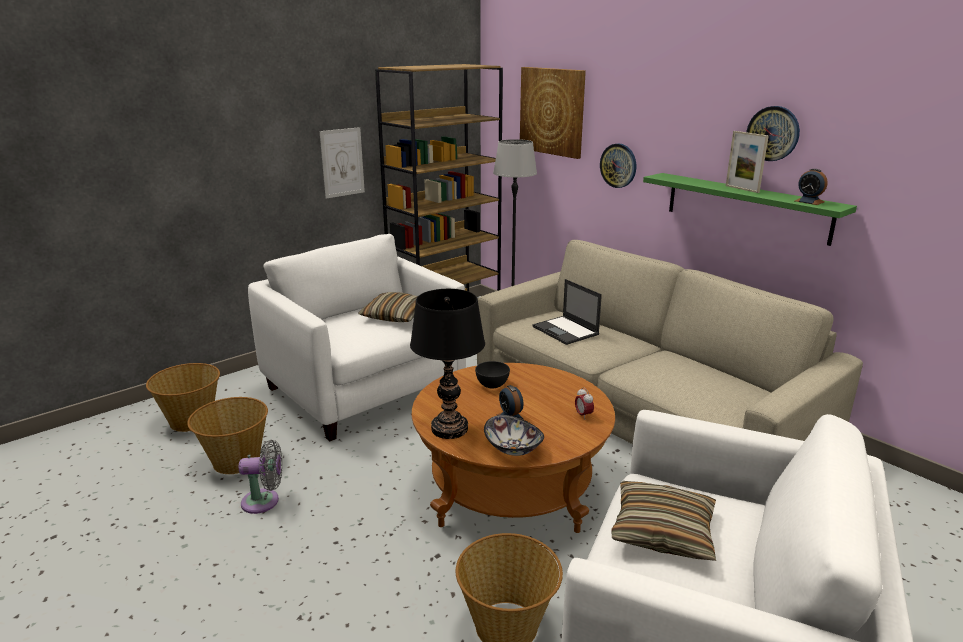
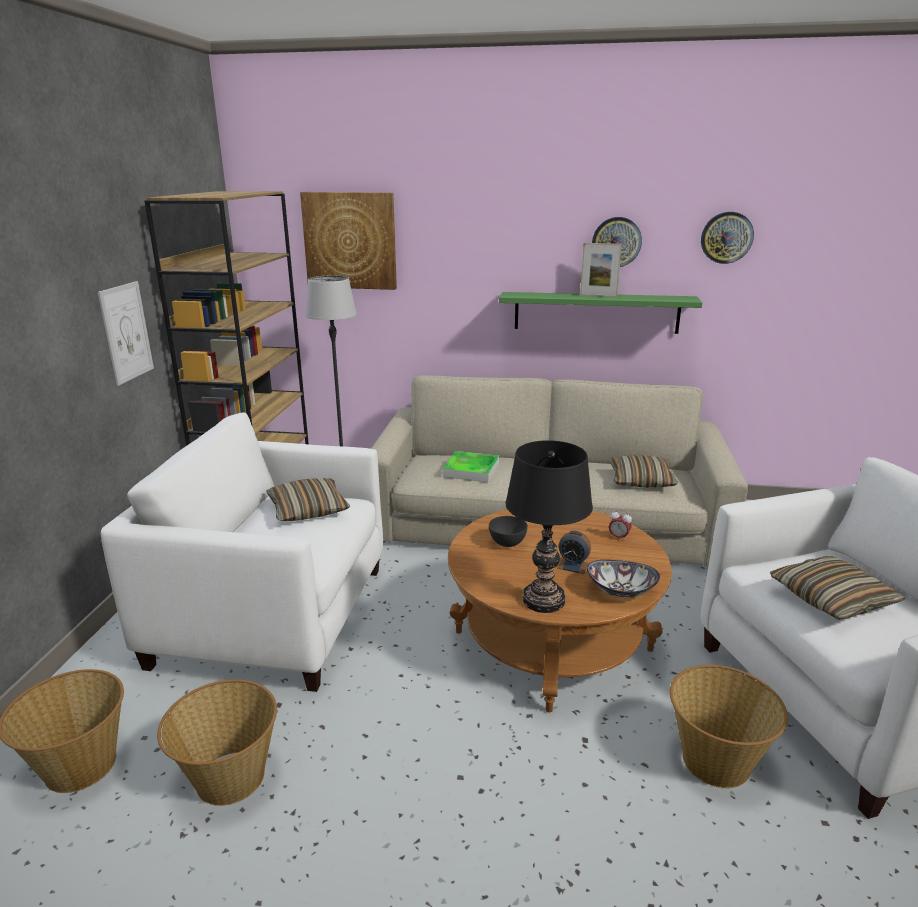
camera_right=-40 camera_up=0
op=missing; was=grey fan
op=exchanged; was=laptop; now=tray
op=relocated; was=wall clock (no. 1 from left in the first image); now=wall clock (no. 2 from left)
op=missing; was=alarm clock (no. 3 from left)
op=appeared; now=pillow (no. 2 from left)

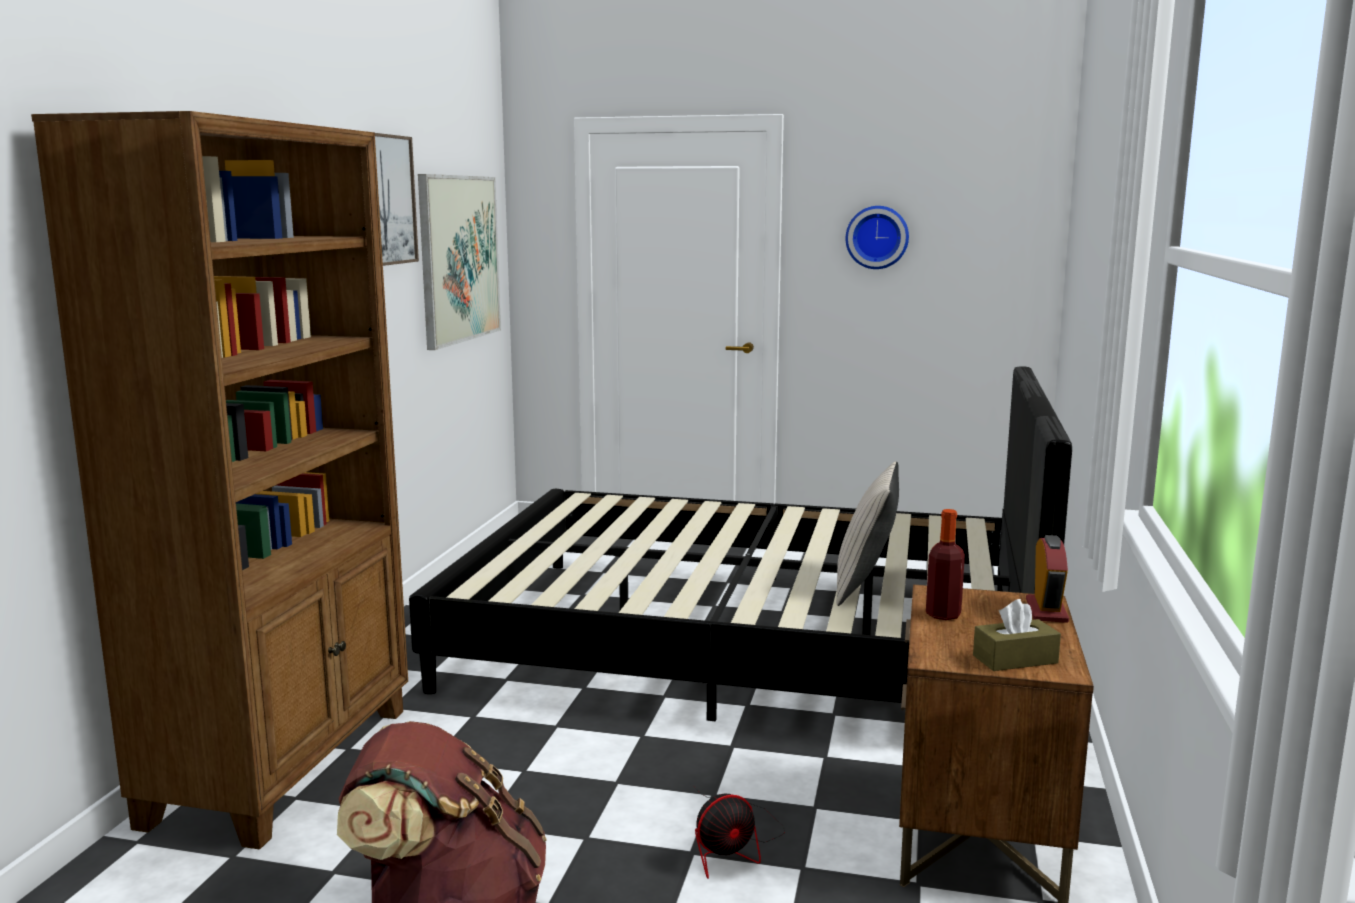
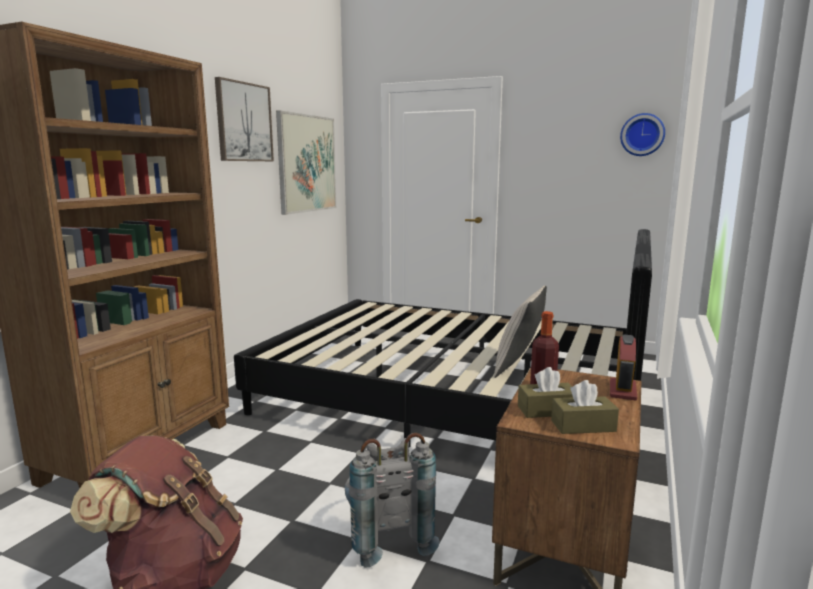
camera_right=10 camera_up=0
op=exchanged; was=fan; now=grey backpack
op=relocated; was=wall clock
op=appeared; now=brown tissue box (no. 1 from left)

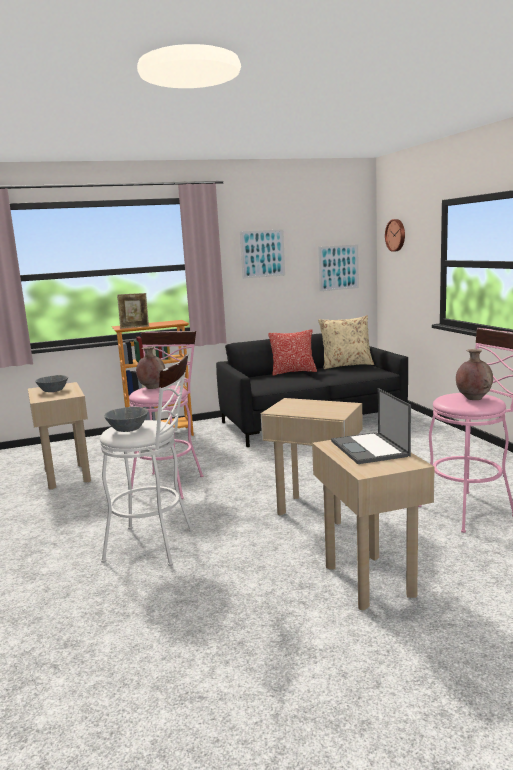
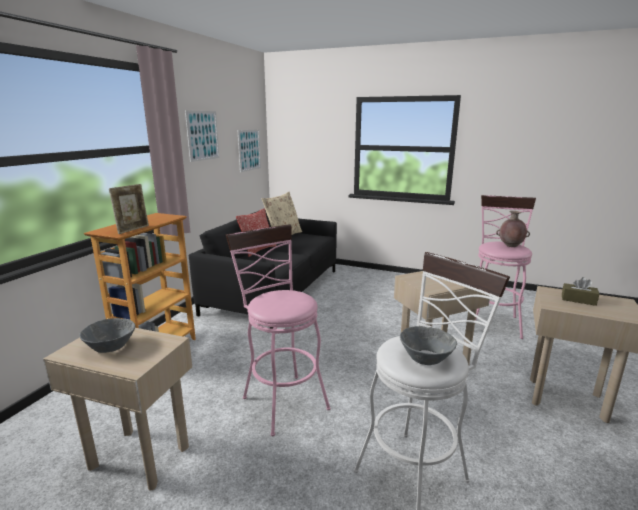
camera_right=-50 camera_up=5
op=missing; was=brown vase (no. 1 from left)
op=exchanged; was=laptop; now=brown tissue box
op=missing; was=wall clock

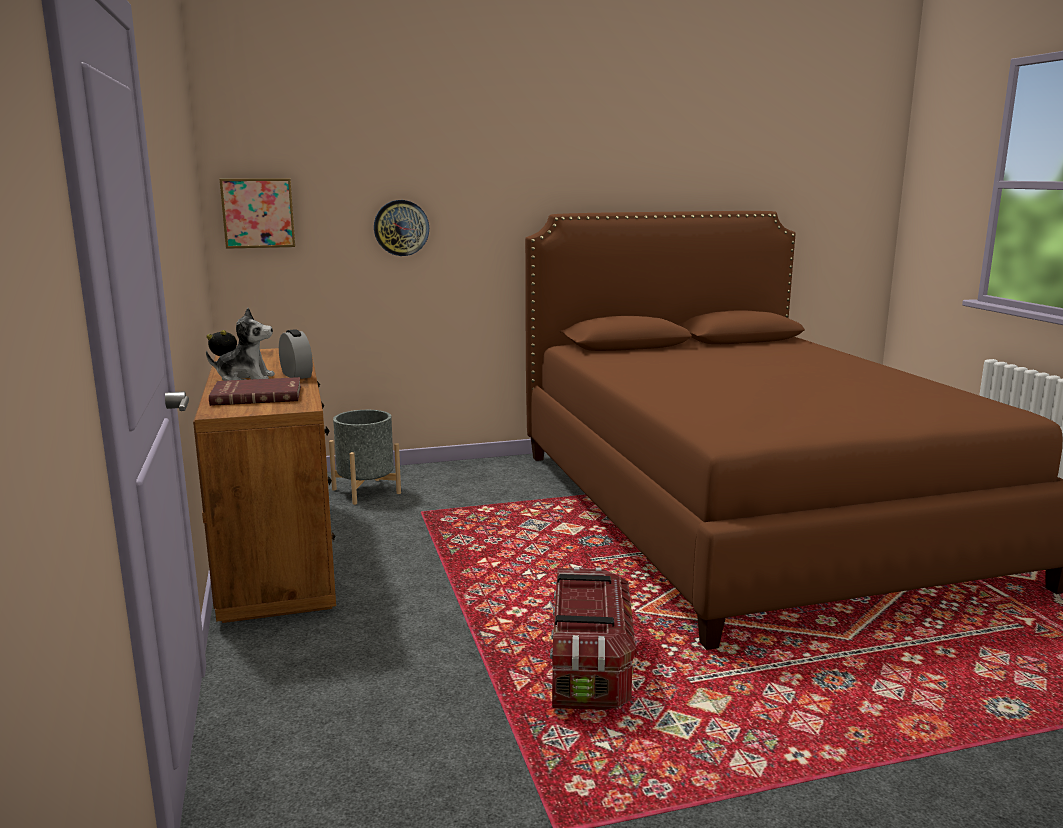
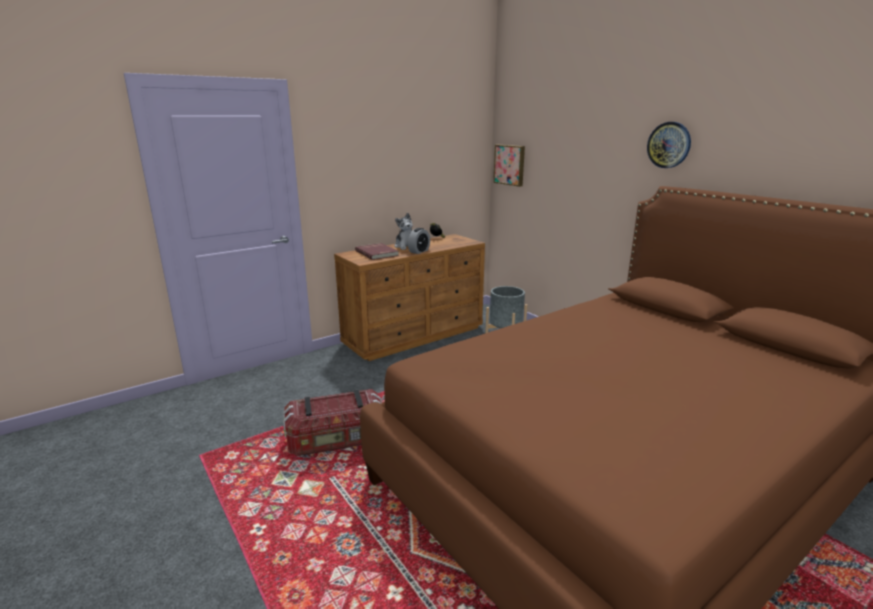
camera_right=70 camera_up=5
op=relocated; was=wall clock

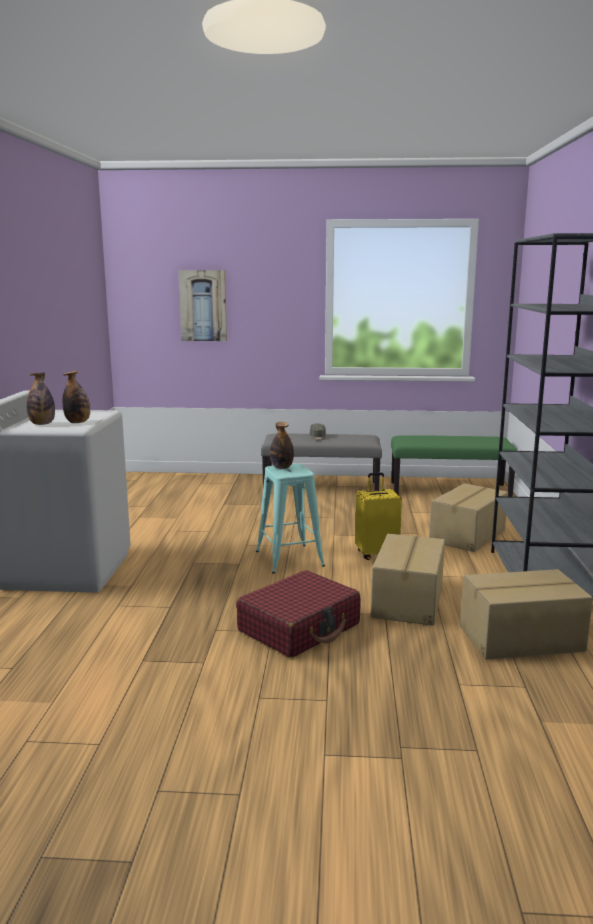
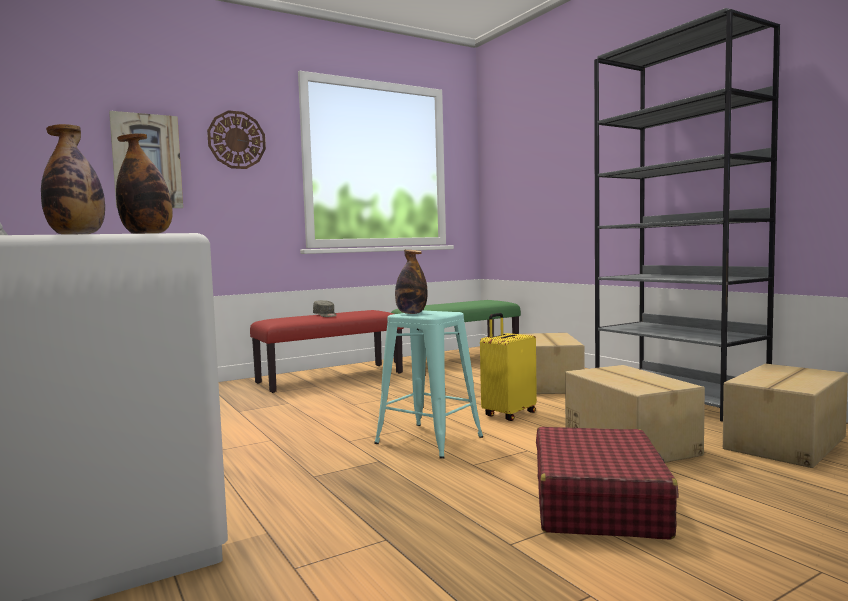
camera_right=-35 camera_up=-10
op=colour; was=grey bench; now=red bench
op=appeared; now=wall clock

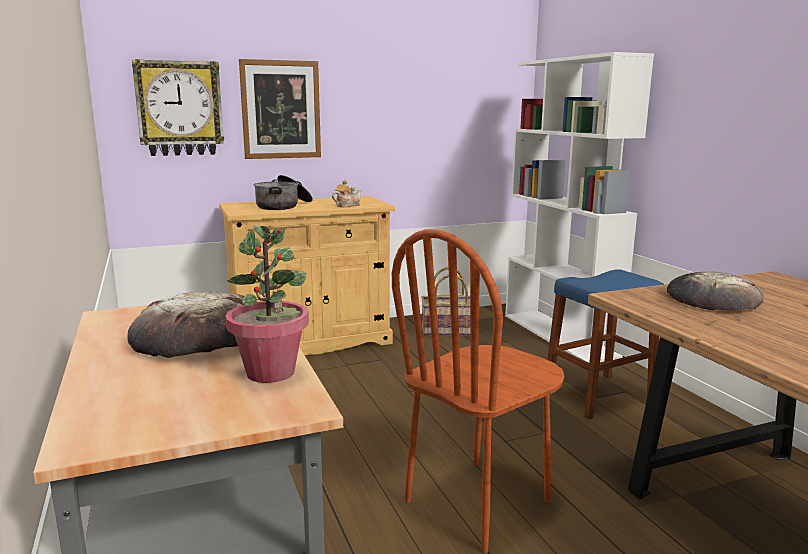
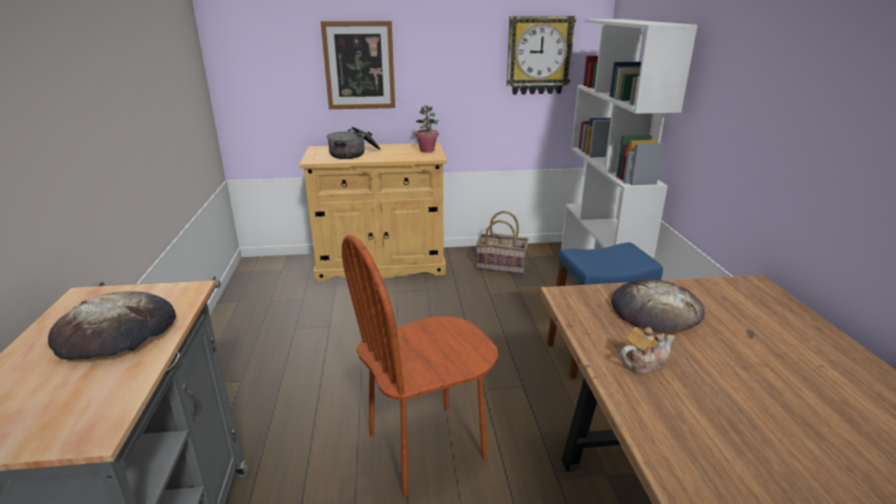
camera_right=15 camera_up=10
op=relocated; was=wall clock
op=relocated; was=potted plant
op=relocated; was=teapot

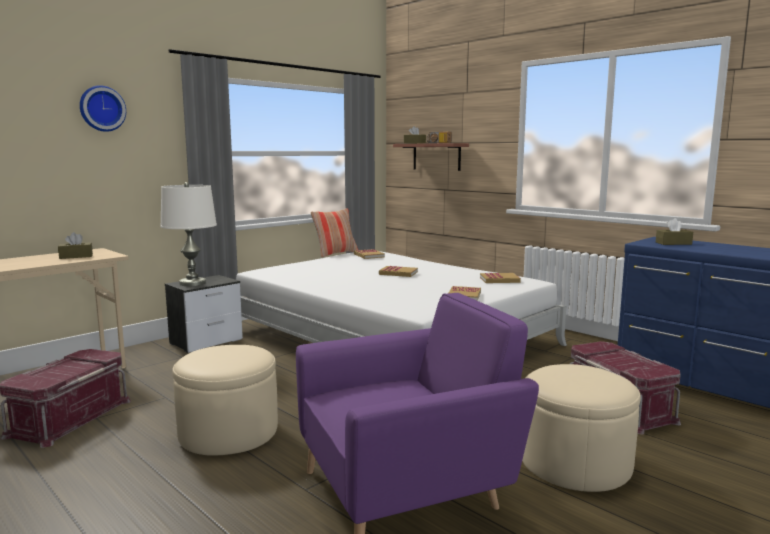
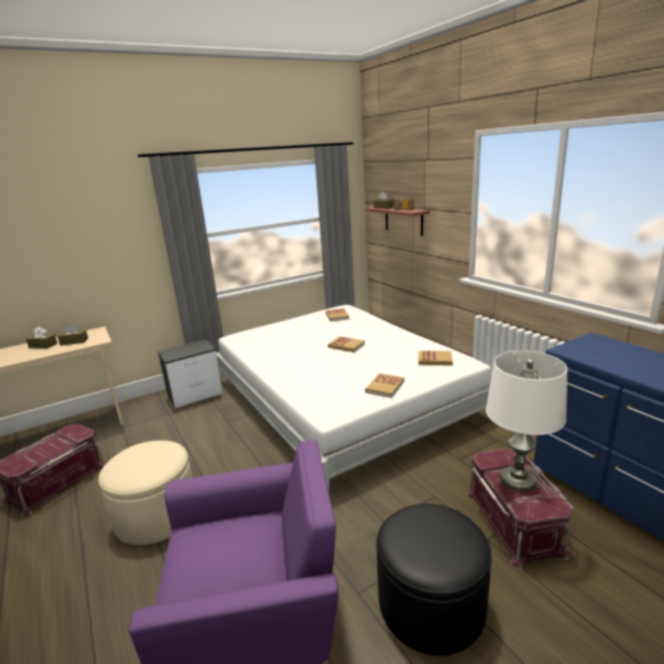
camera_right=15 camera_up=10
op=missing; was=wall clock
op=relocated; was=white table lamp
op=missing; was=pillow
op=colour; was=beige ottoman (no. 2 from left); now=black ottoman
op=relocated; was=brown tissue box (no. 3 from left in the first image); now=brown tissue box (no. 1 from left)

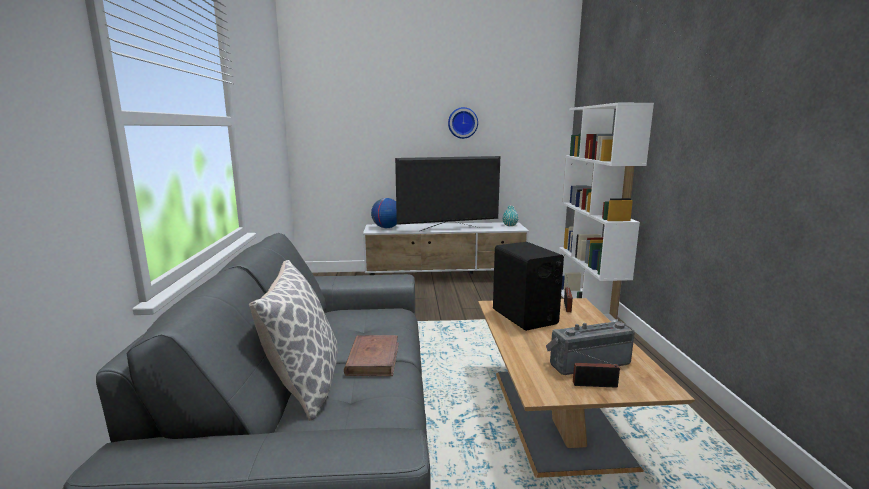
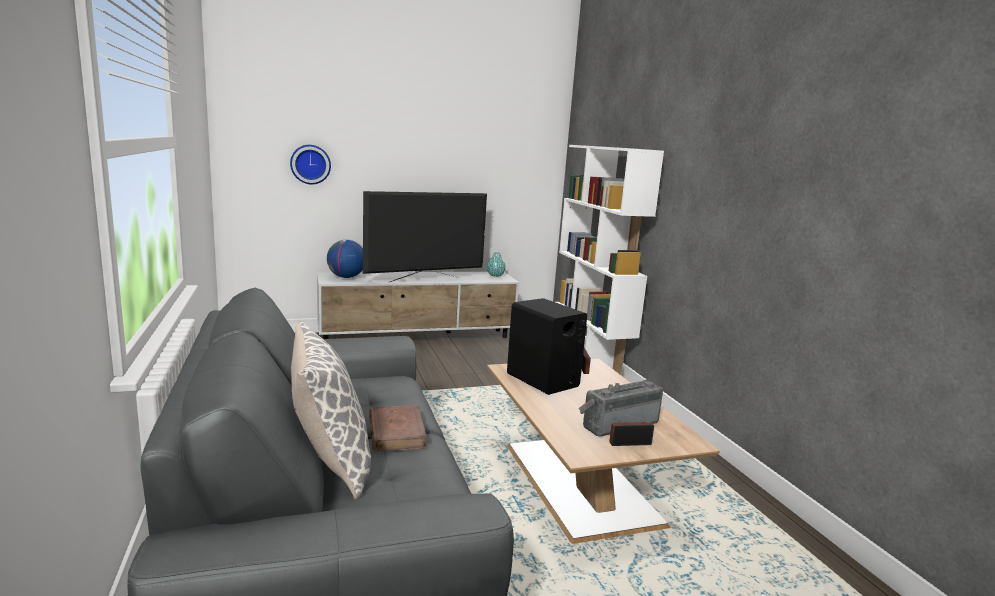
camera_right=-15 camera_up=0
op=relocated; was=wall clock

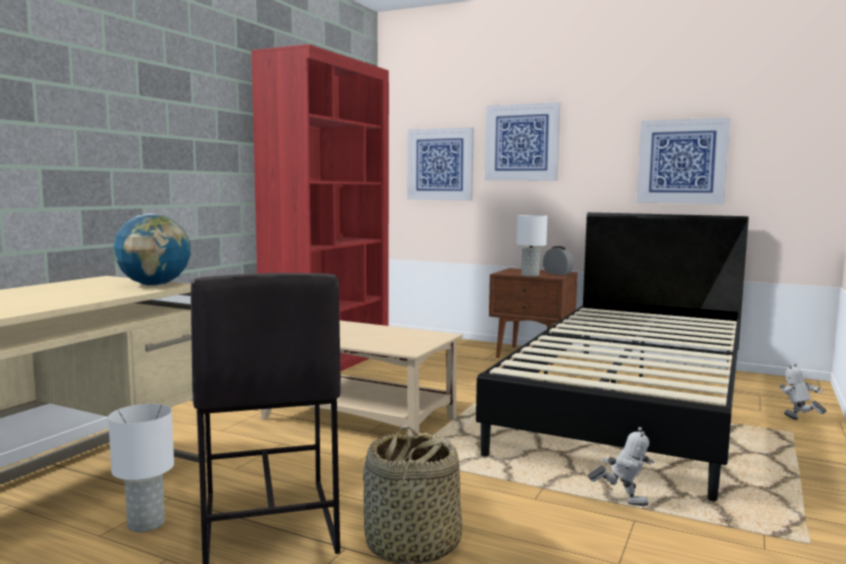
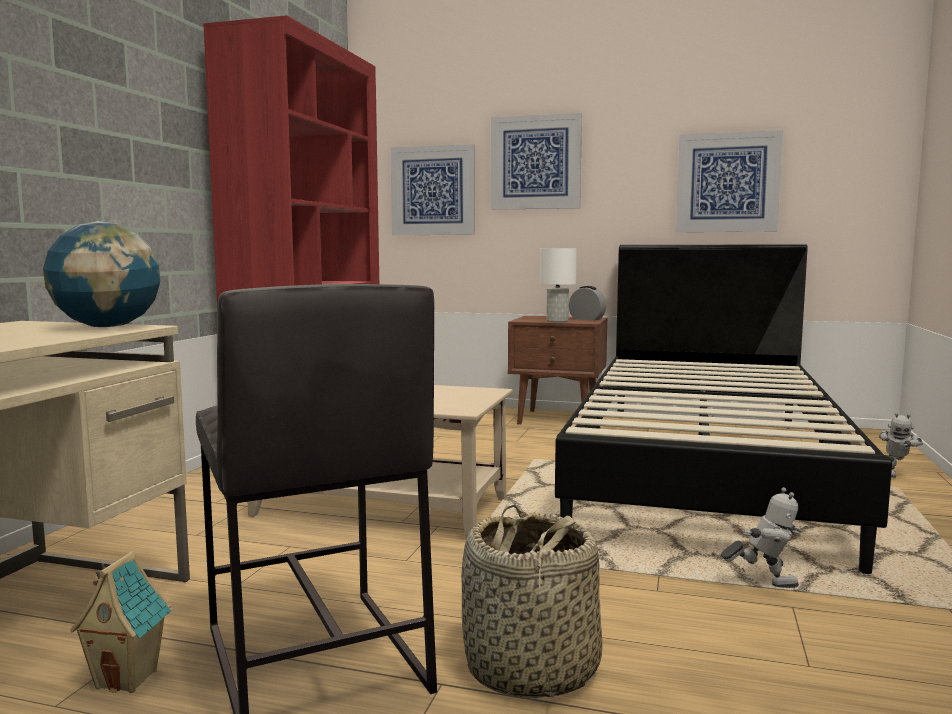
camera_right=-10 camera_up=0
op=exchanged; was=white table lamp (no. 1 from left); now=toy house
op=spun; was=toy robot (no. 2 from left); clockwise=-120

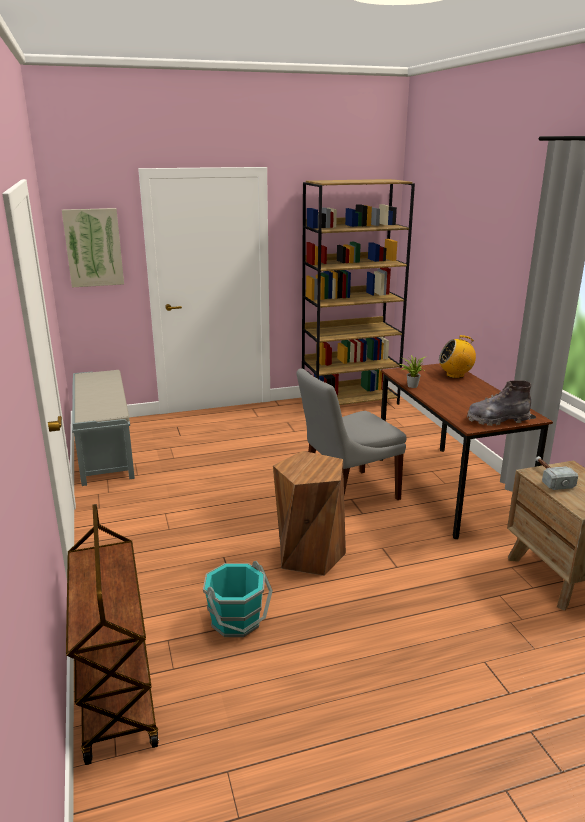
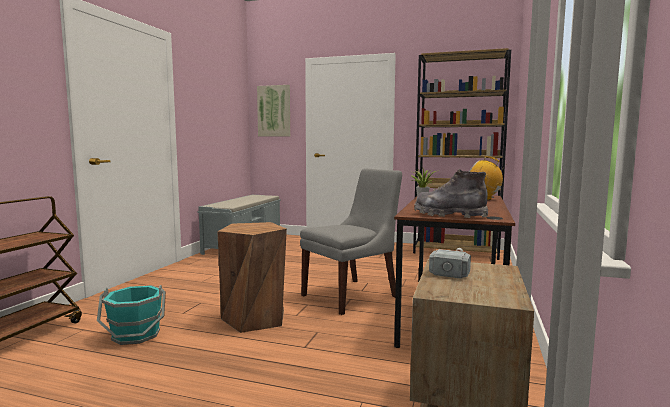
camera_right=35 camera_up=-15
op=spun; was=grey chair; clockwise=135

